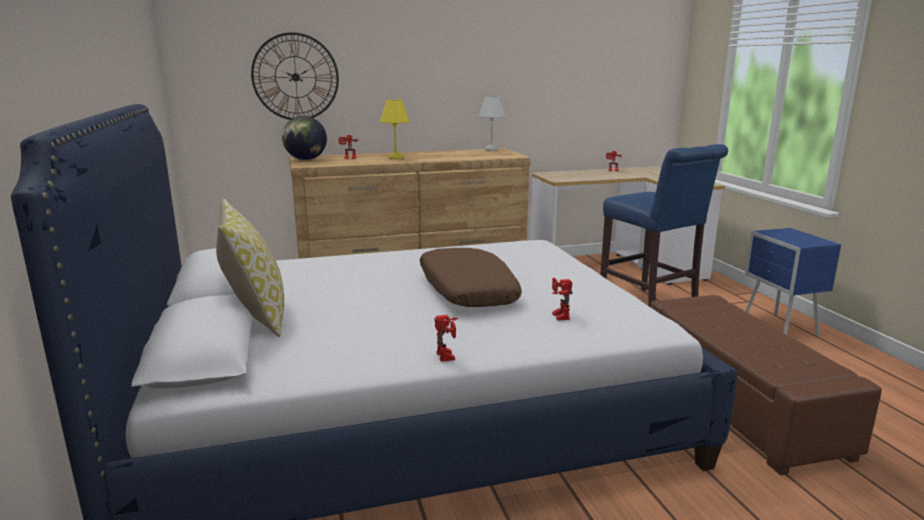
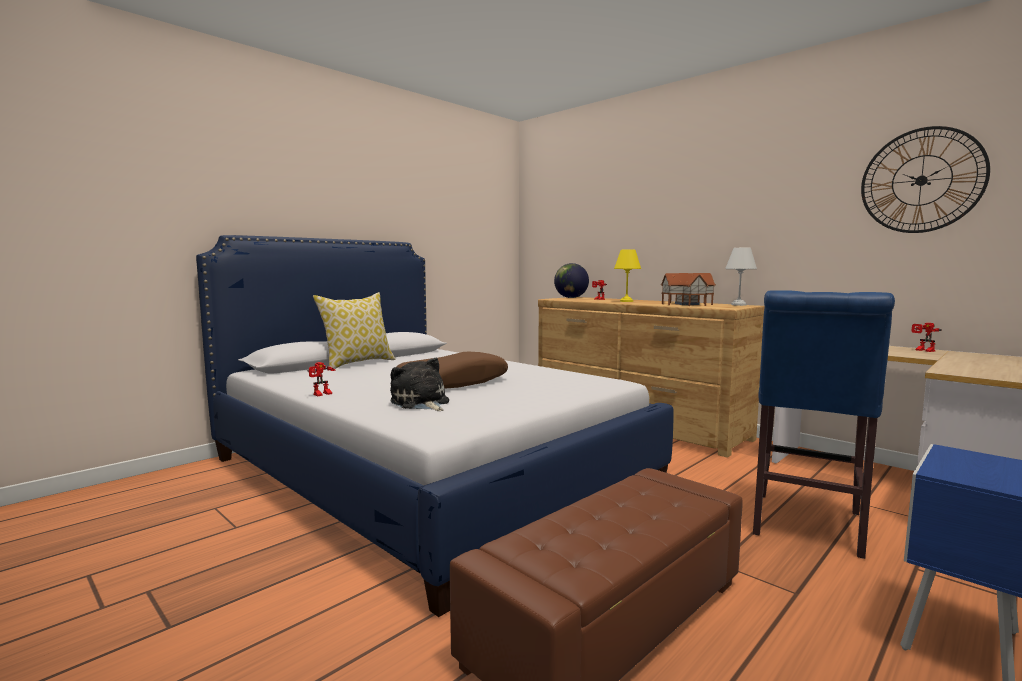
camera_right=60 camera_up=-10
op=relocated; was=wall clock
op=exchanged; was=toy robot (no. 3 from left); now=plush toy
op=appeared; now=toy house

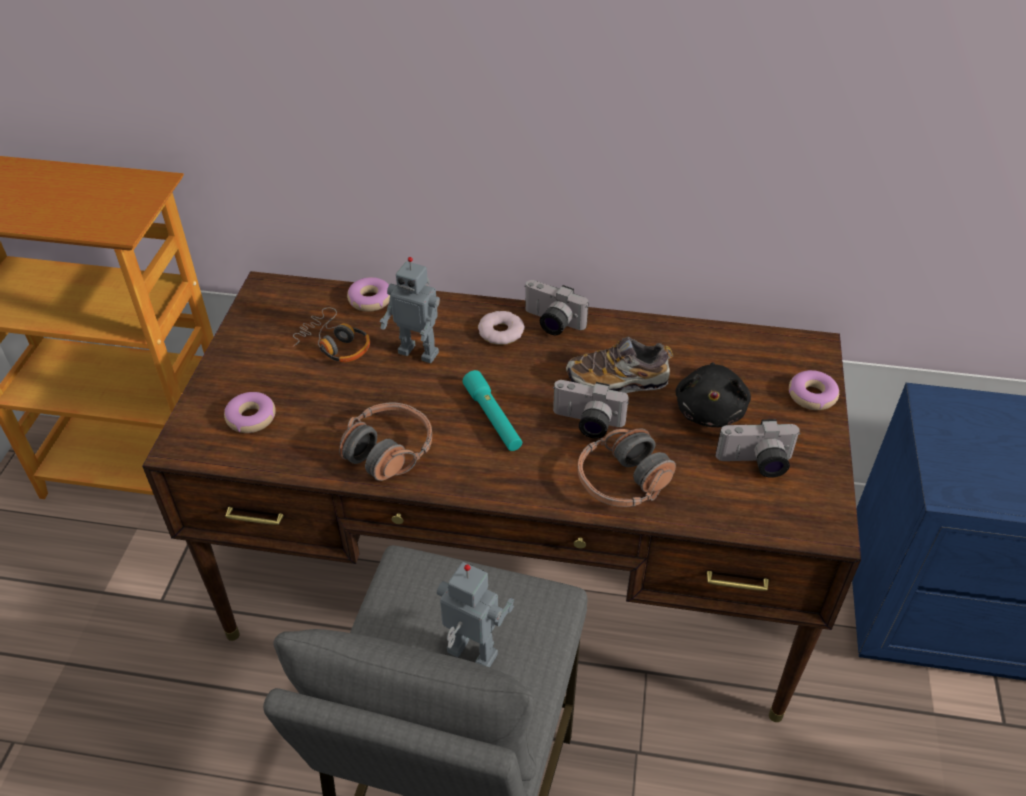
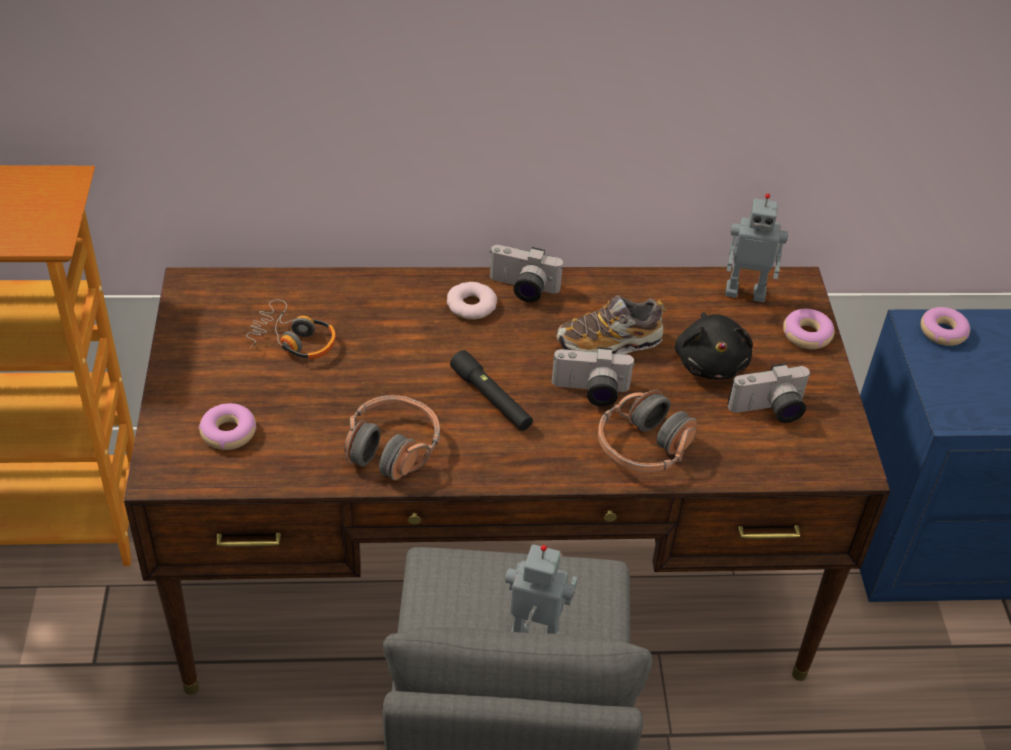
camera_right=-15 camera_up=0
op=relocated; was=donut (no. 2 from left in the first image); now=donut (no. 4 from left)
op=relocated; was=toy robot (no. 1 from left in the first image); now=toy robot (no. 2 from left)
op=colour; was=turquoise flashlight; now=black flashlight

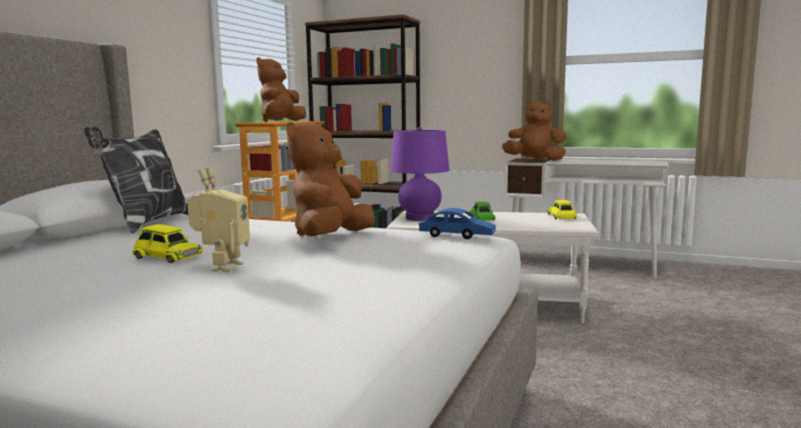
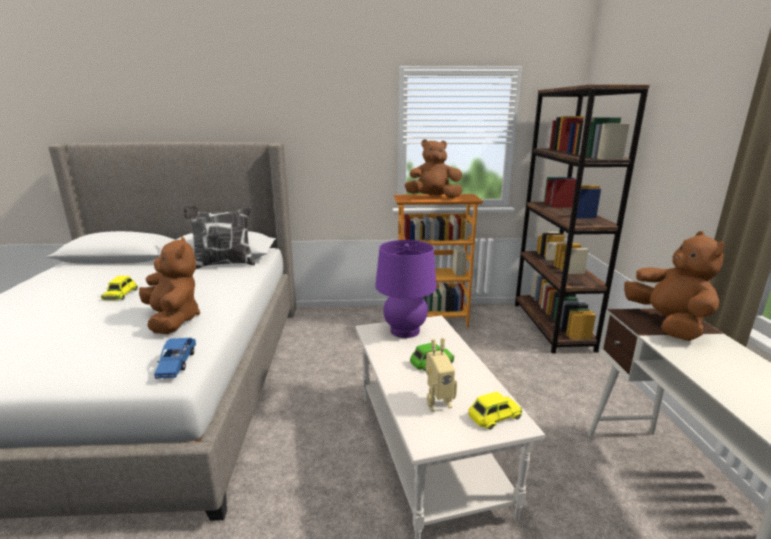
camera_right=65 camera_up=10
op=relocated; was=toy robot
op=spun; was=brown plush toy (no. 2 from left in the first image); clockwise=60

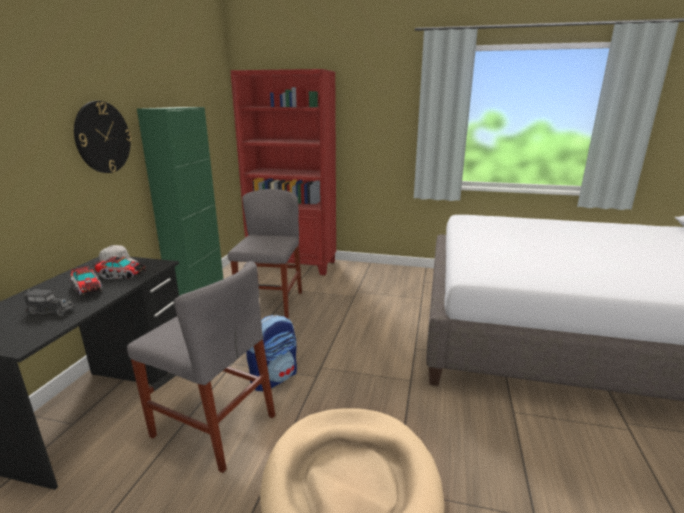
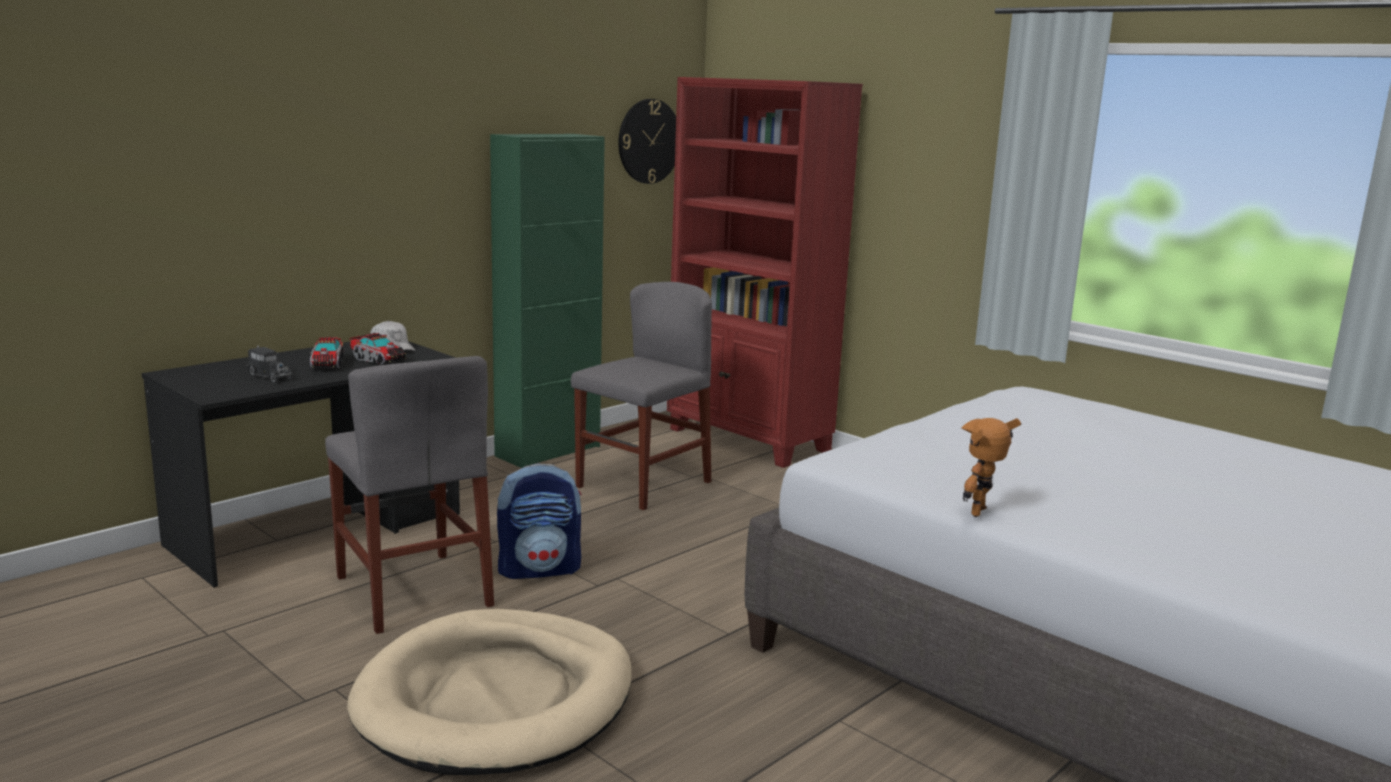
camera_right=30 camera_up=-5
op=relocated; was=wall clock
op=appeared; now=toy robot

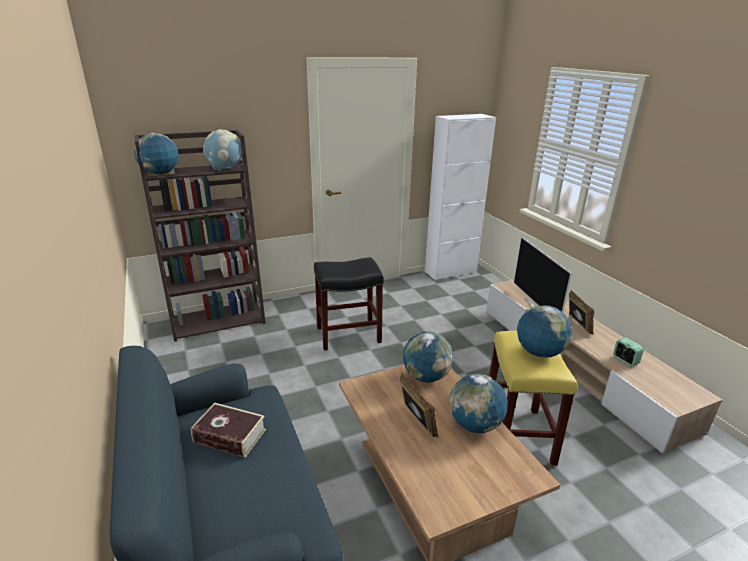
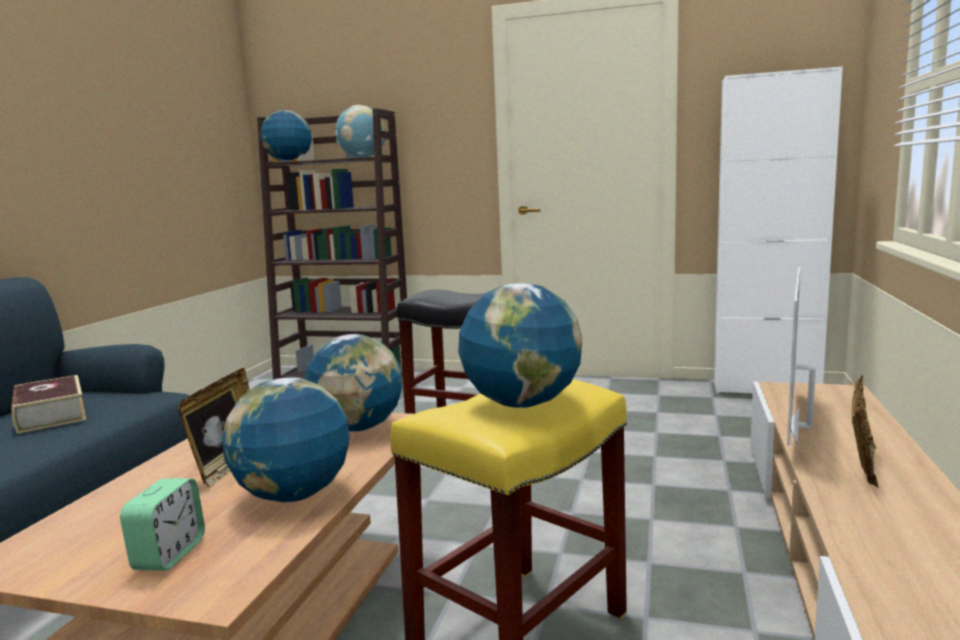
camera_right=40 camera_up=-15
op=relocated; was=alarm clock

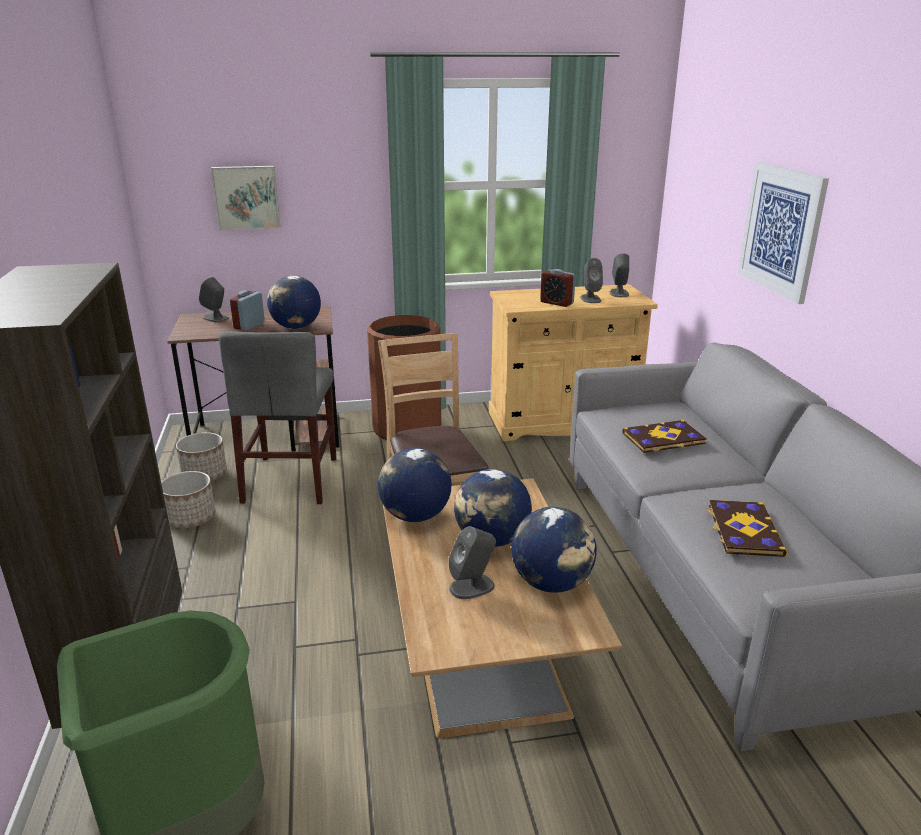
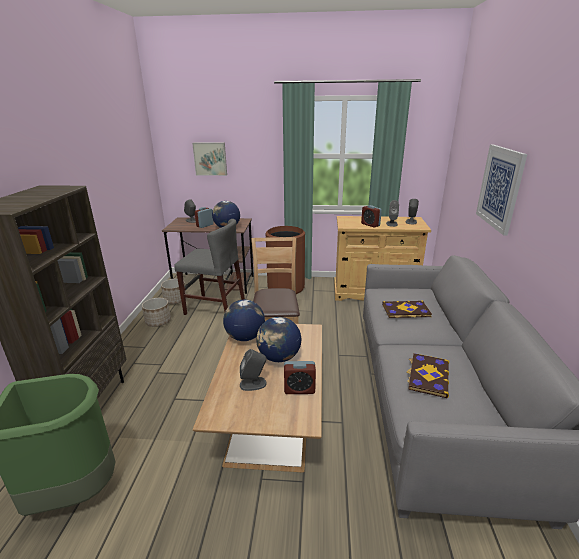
camera_right=15 camera_up=0
op=spun; was=grey chair; clockwise=-90
op=exchanged; was=globe (no. 4 from left); now=alarm clock (no. 2 from left)

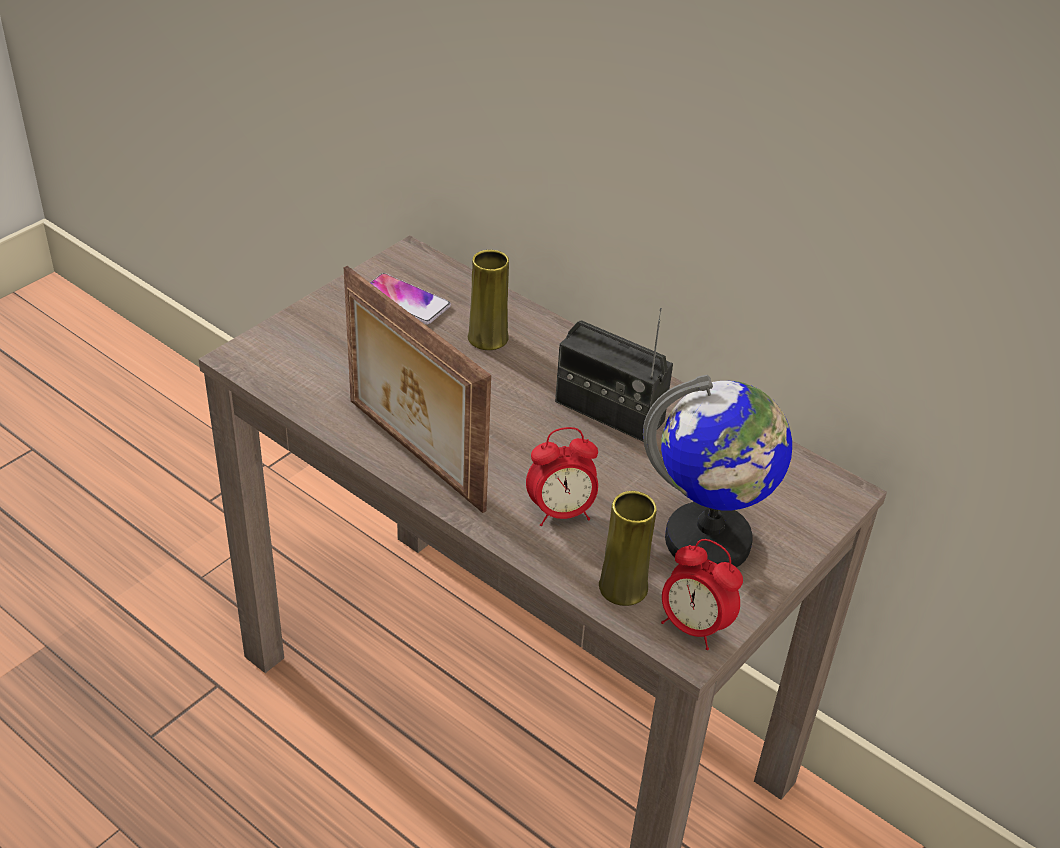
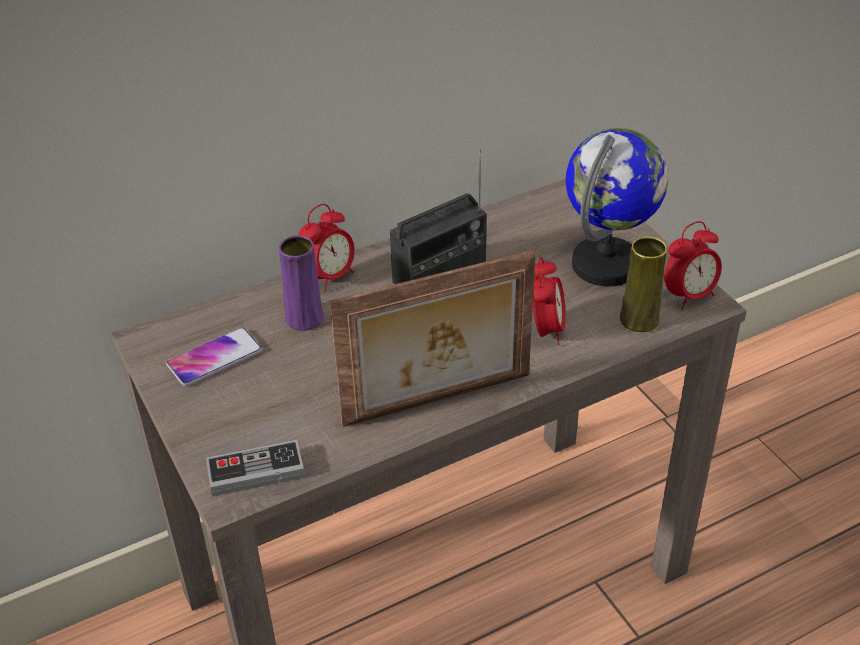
camera_right=-65 camera_up=0
op=colour; was=yellow vase (no. 1 from left); now=purple vase
op=appeared; now=game controller
op=appeared; now=alarm clock (no. 1 from left)

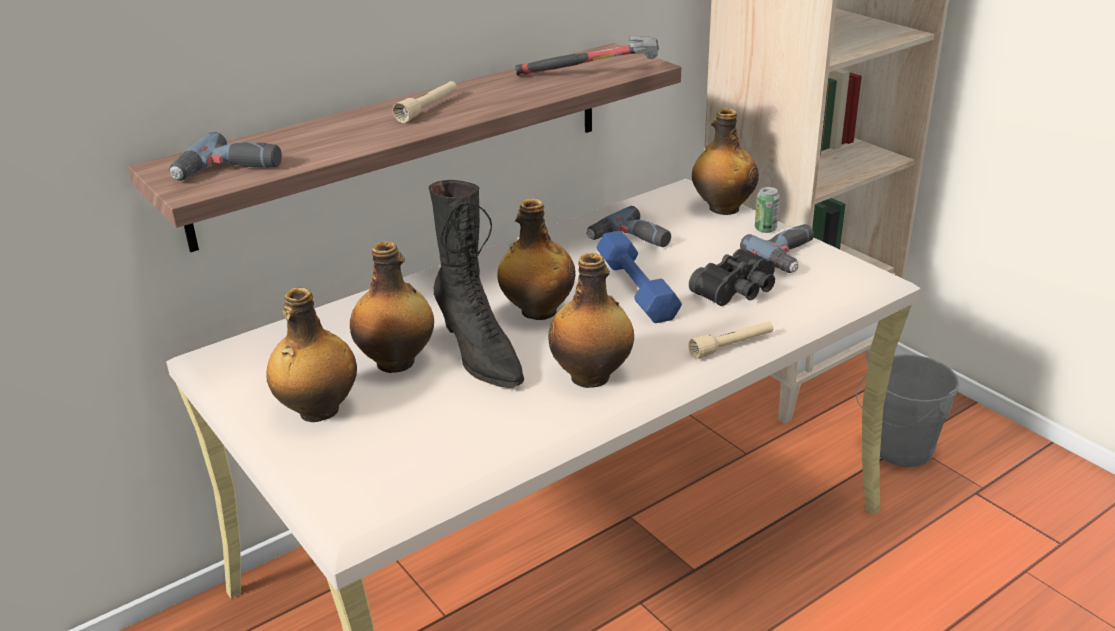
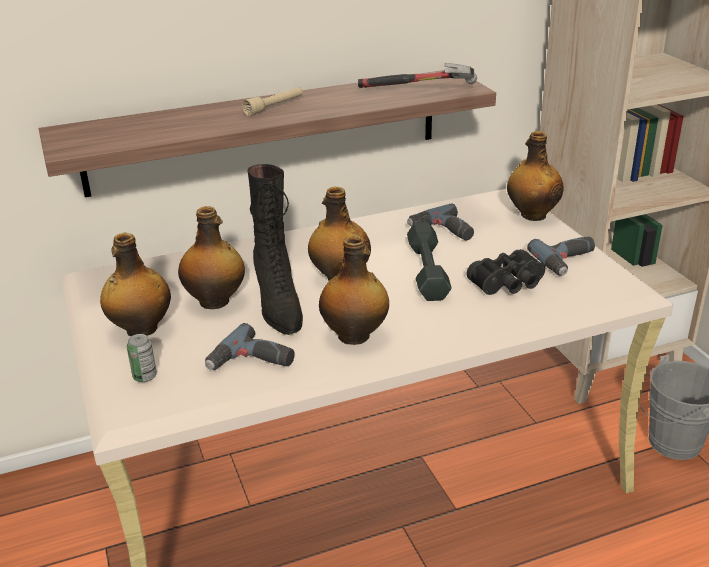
camera_right=15 camera_up=0
op=relocated; was=power drill (no. 1 from left)
op=colour; was=blue dumbbell; now=grey dumbbell
op=missing; was=beige flashlight (no. 2 from left)
op=relocated; was=can

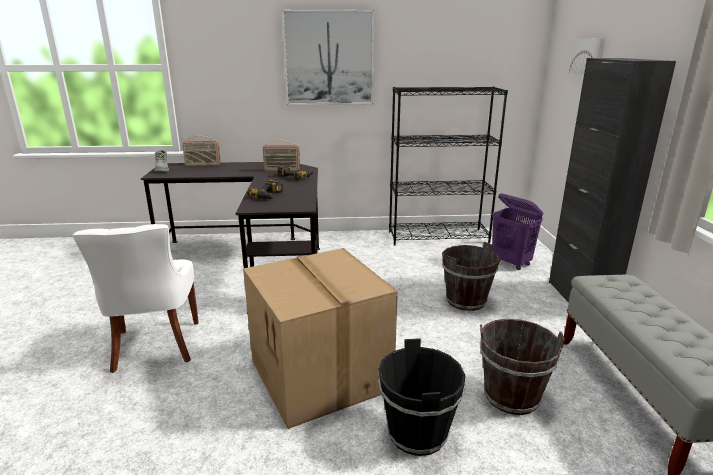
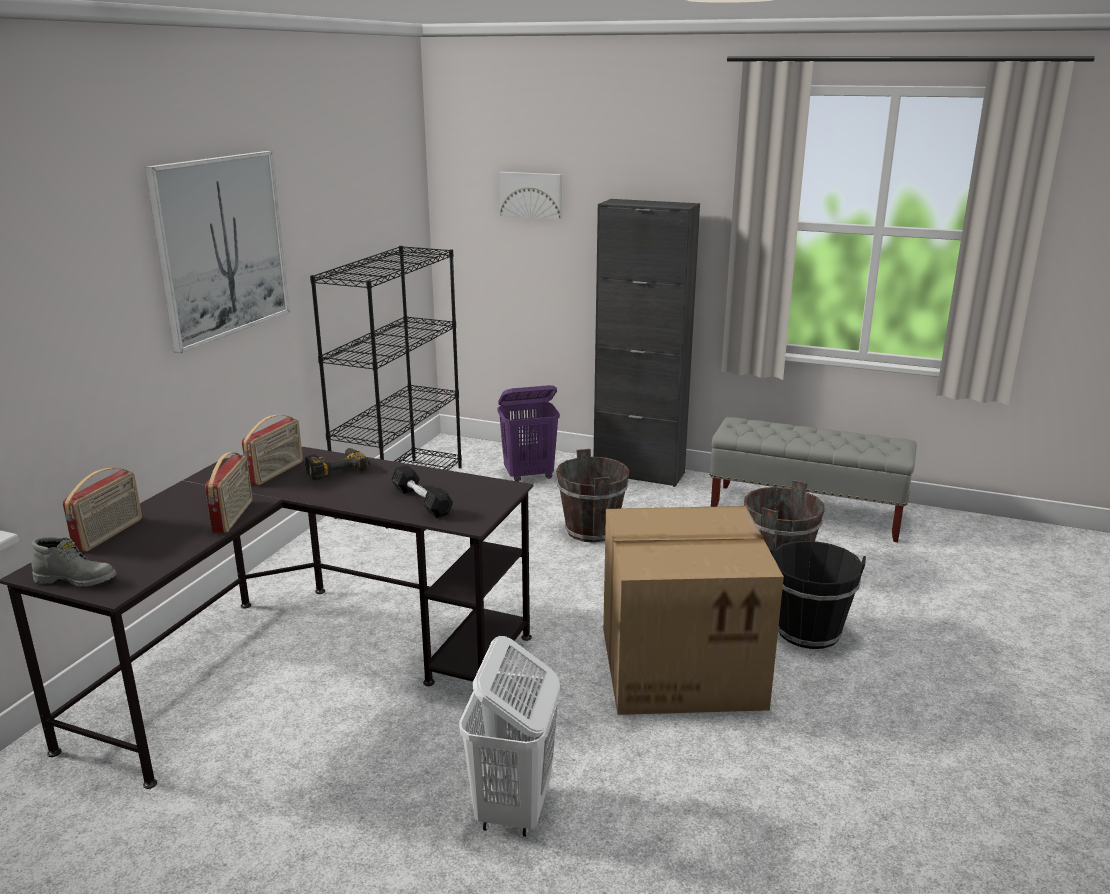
camera_right=-65 camera_up=0
op=exchanged; was=white chair; now=white laundry basket
op=exchanged; was=power drill (no. 1 from left); now=black dumbbell
op=appeared; now=radio (no. 2 from left)

